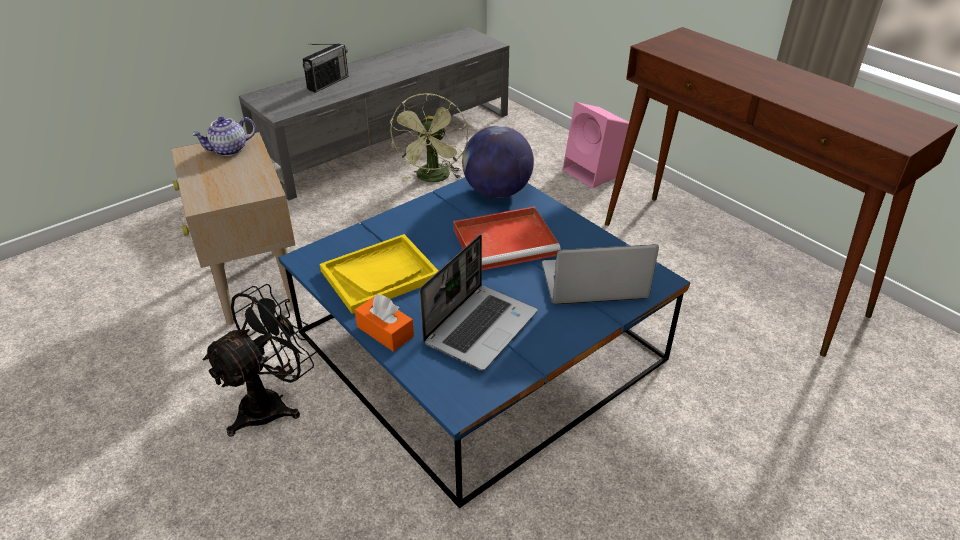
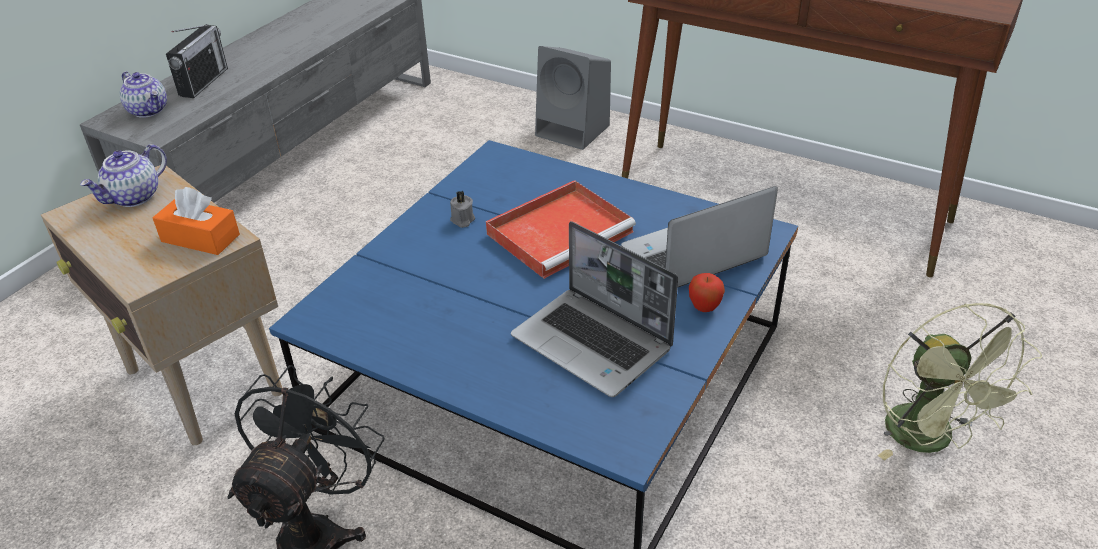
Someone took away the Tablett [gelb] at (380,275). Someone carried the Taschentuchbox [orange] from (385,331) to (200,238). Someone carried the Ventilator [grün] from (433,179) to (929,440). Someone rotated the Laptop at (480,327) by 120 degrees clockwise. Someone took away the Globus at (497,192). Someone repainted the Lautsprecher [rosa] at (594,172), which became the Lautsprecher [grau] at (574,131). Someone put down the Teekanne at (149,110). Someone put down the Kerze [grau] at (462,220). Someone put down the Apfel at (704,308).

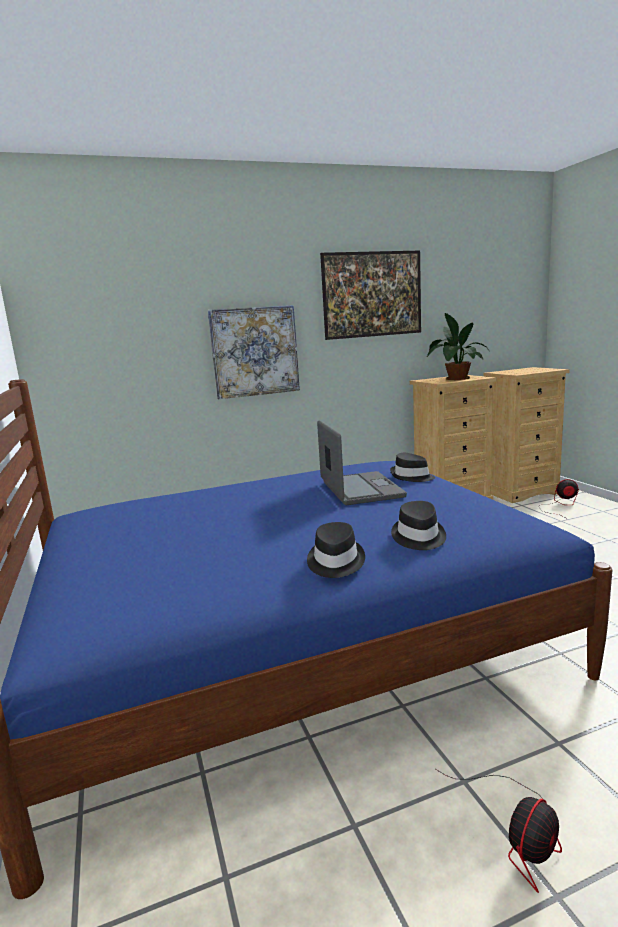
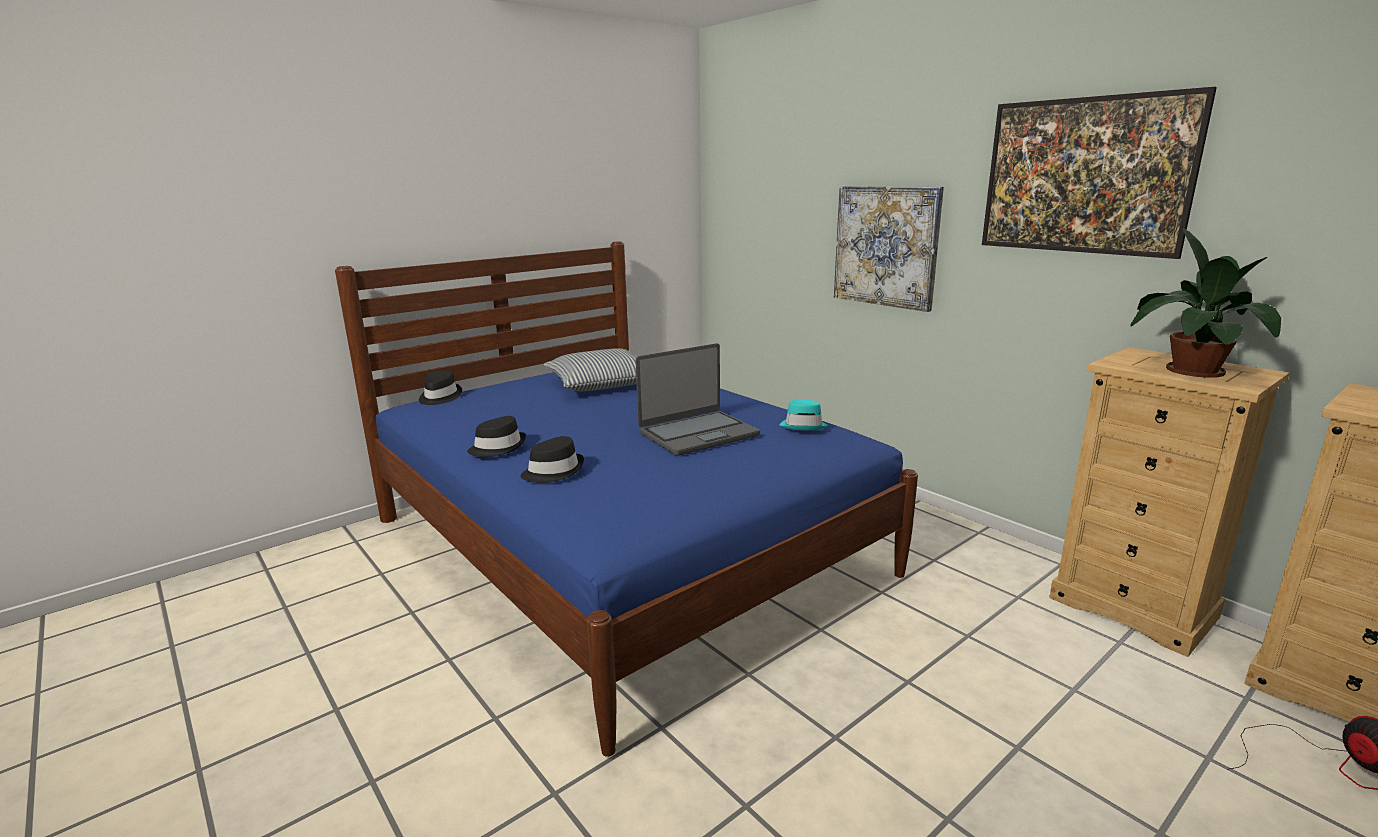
Someone carried the Hut [schwarz] from (411,477) to (439,397). Someone took away the Ventilator at (519,833). Someone put down the Kissen at (601,383). Someone put down the Hut [türkis] at (803,426).

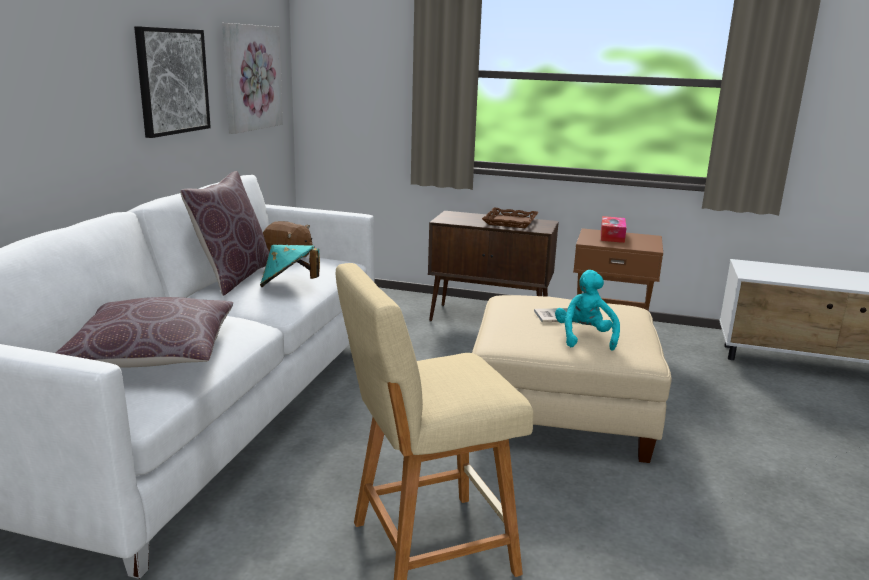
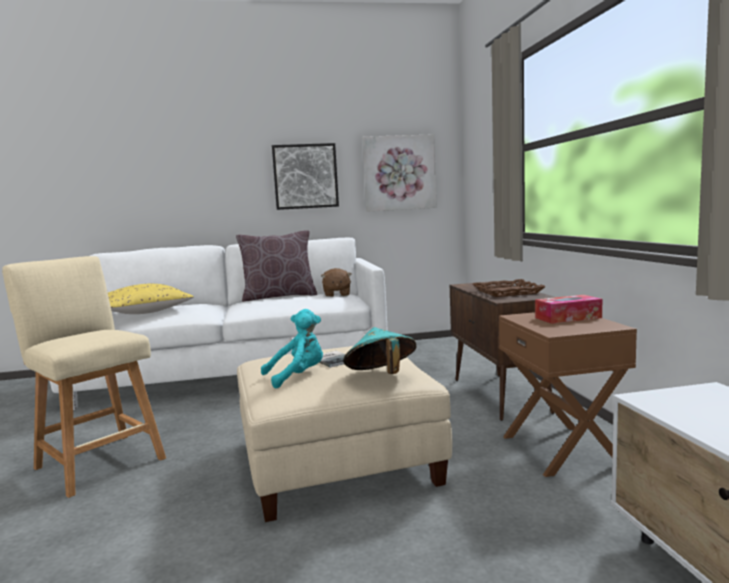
Someone repainted the Kissen [braun] at (153,354), which became the Kissen [gelb] at (144,312). Someone carried the Hut [türkis] from (288,285) to (381,376).

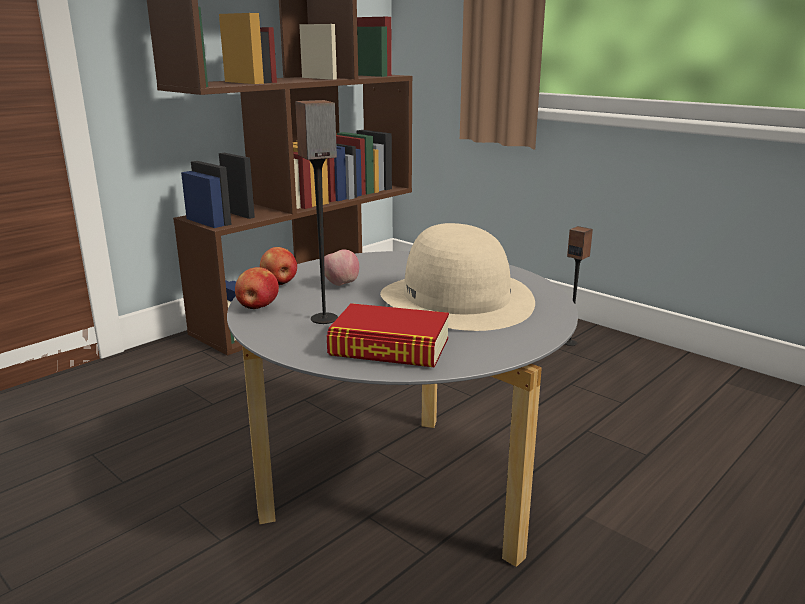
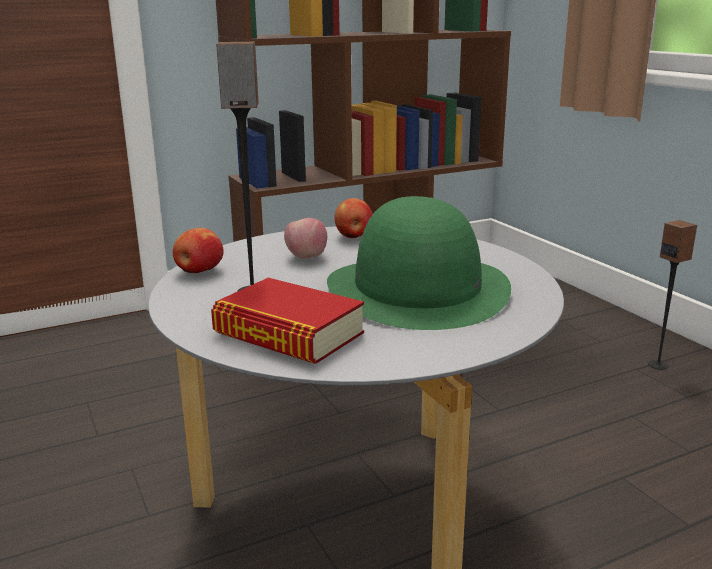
Someone carried the Apfel from (279,283) to (353,237). Someone repainted the Hut [beige] at (457,300), which became the Hut [grün] at (418,289).

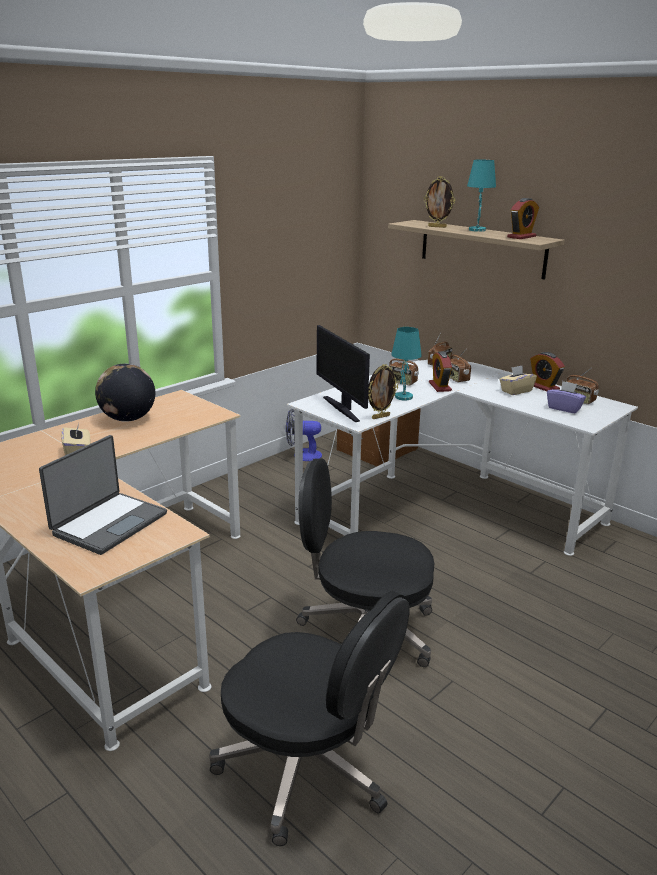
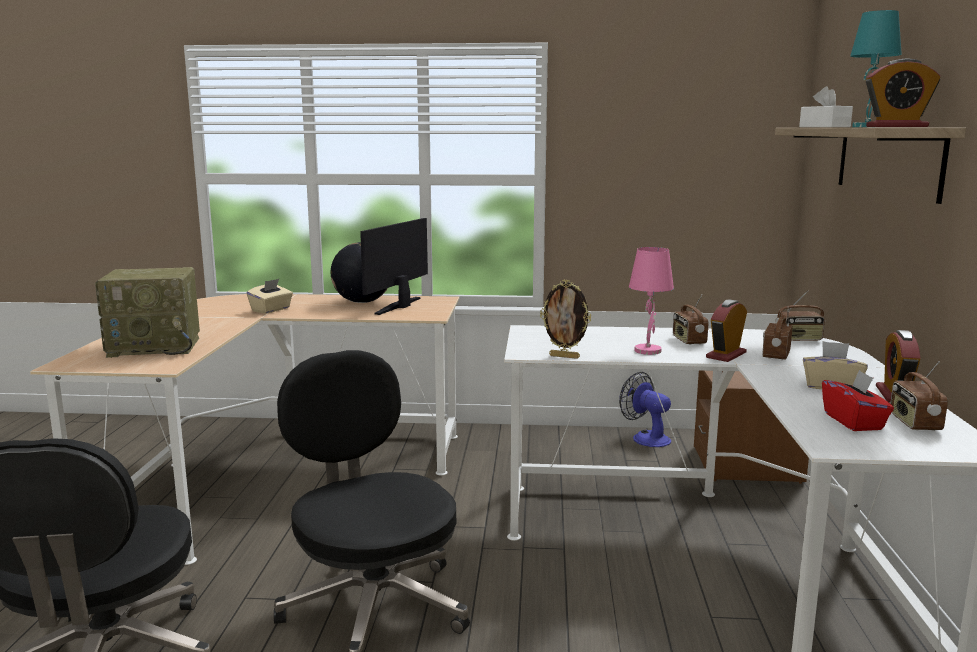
Someone swapped the Laptop at (108,523) for the Radio at (156,347). Someone carried the Monitor from (342,408) to (401,306). Someone repainted the Tischlampe [türkis] at (403,397), which became the Tischlampe [rosa] at (647,350). Someone swapped the Bilderrahmen at (437,227) for the Taschentuchbox [weiß] at (824,127). Someone repainted the Taschentuchbox [lila] at (564,408), which became the Taschentuchbox [rot] at (854,422).

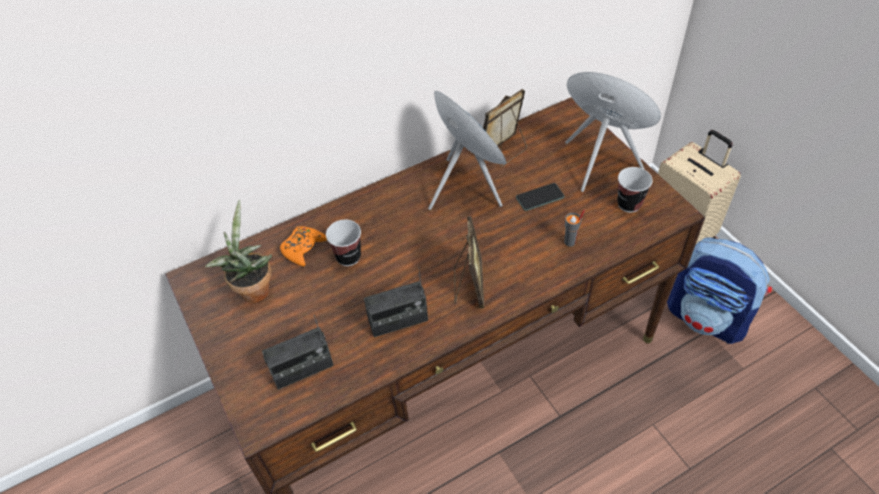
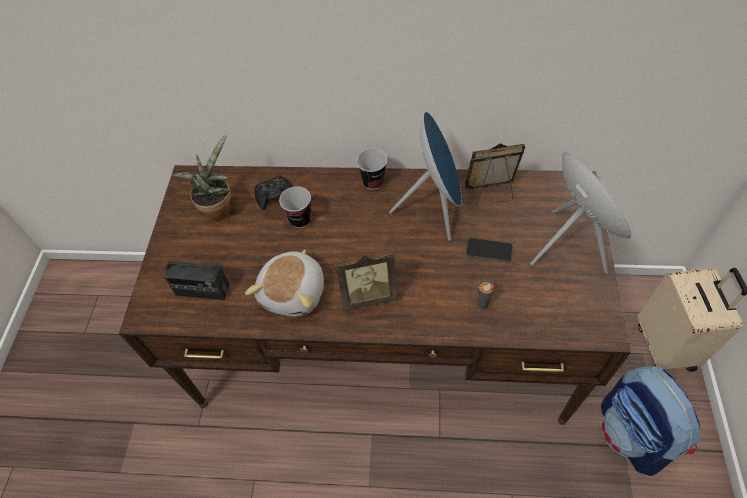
Someone repainted the Gamepad [orange] at (303,248), which became the Gamepad [schwarz] at (274,195). Someone swapped the Radio at (398,321) for the Plüschtier at (295,292). Someone rotated the Bilderrahmen at (468,286) by 45 degrees clockwise. Someone carried the Tasse from (629,204) to (373,182).

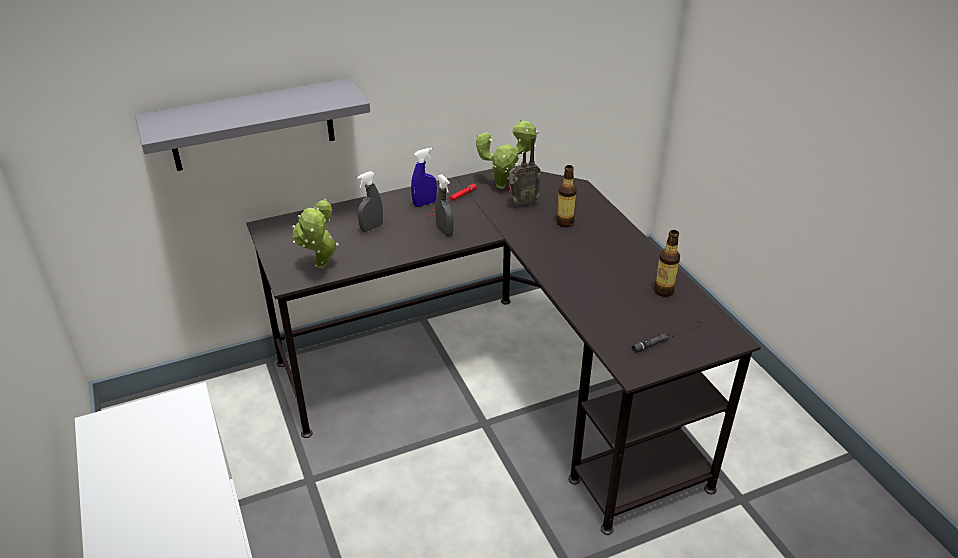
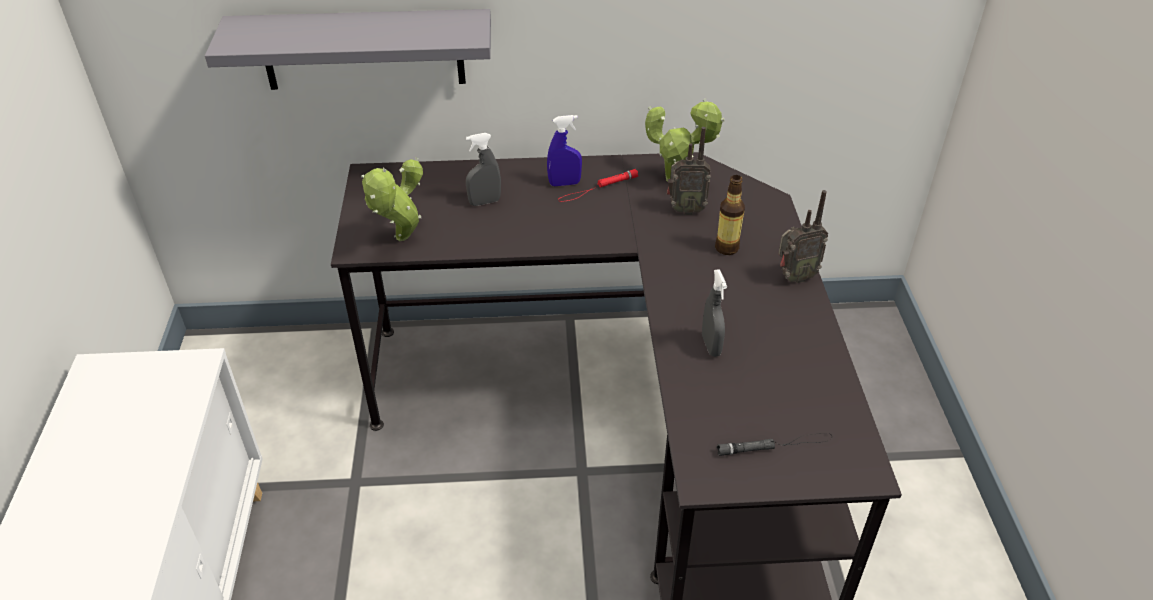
Someone carried the Sprühflasche [grau] from (444,231) to (711,345). Someone took away the Flasche at (663,291). Someone put down the Radio at (794,277).

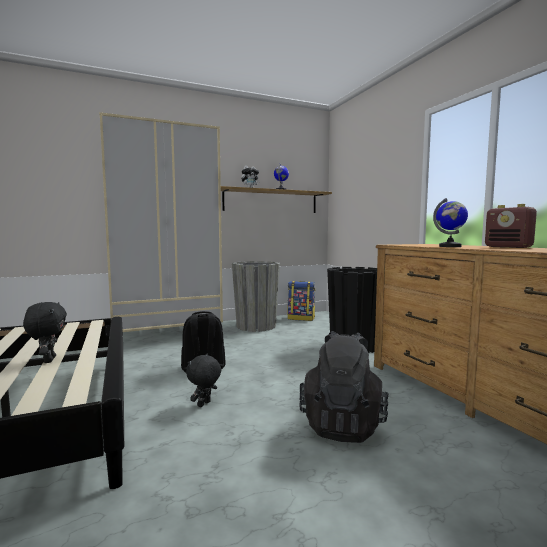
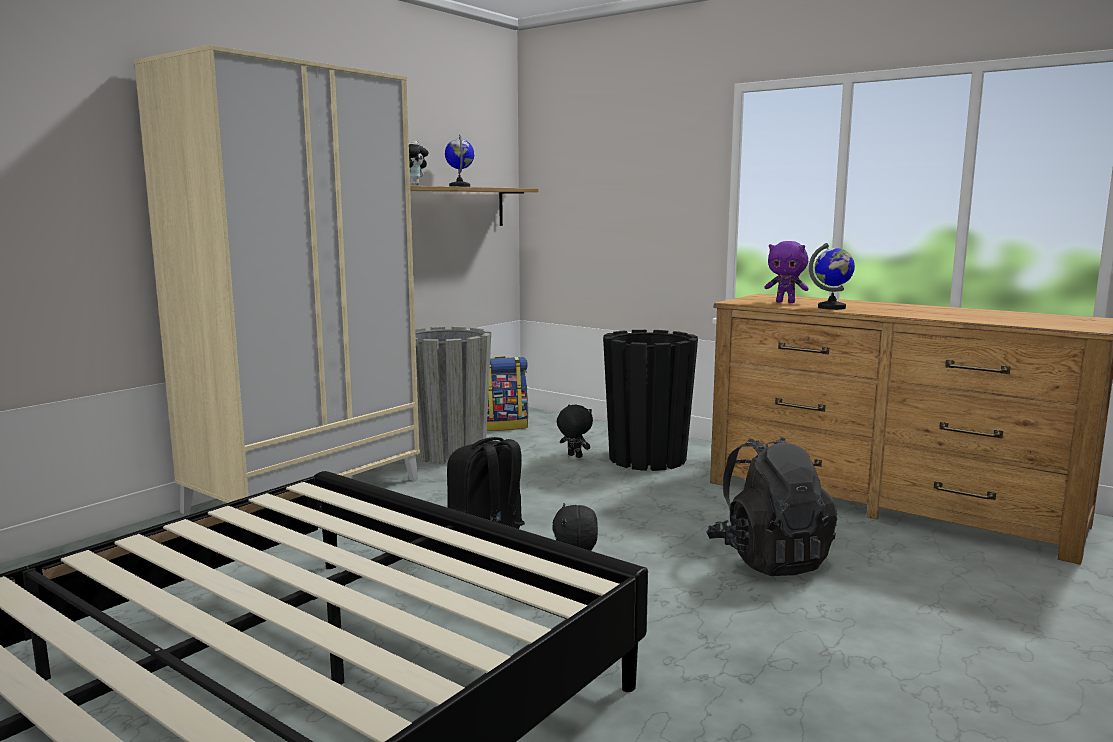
Someone carried the Plüschtier [schwarz] from (48,360) to (574,456). Someone took away the Radio at (508,247). Someone put down the Plüschtier [lila] at (786,302).

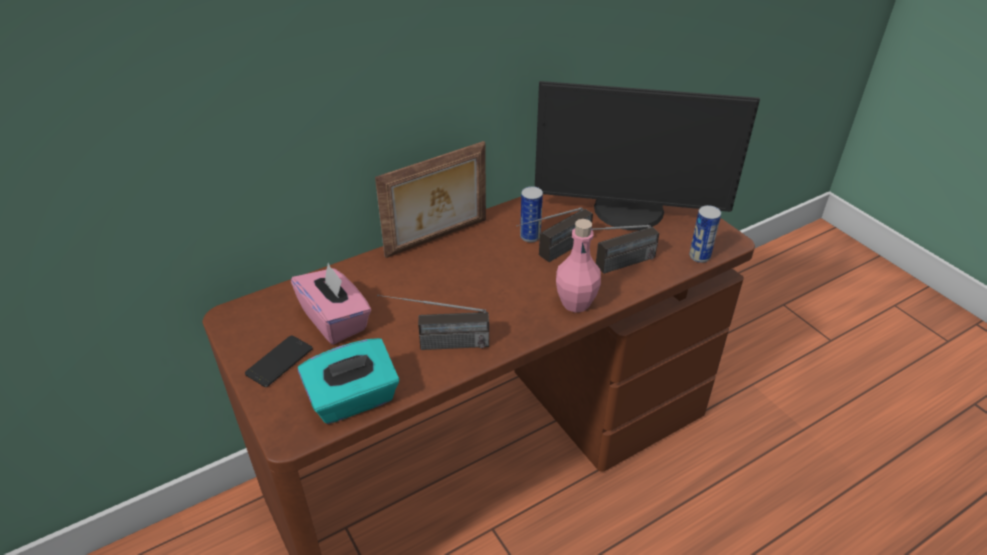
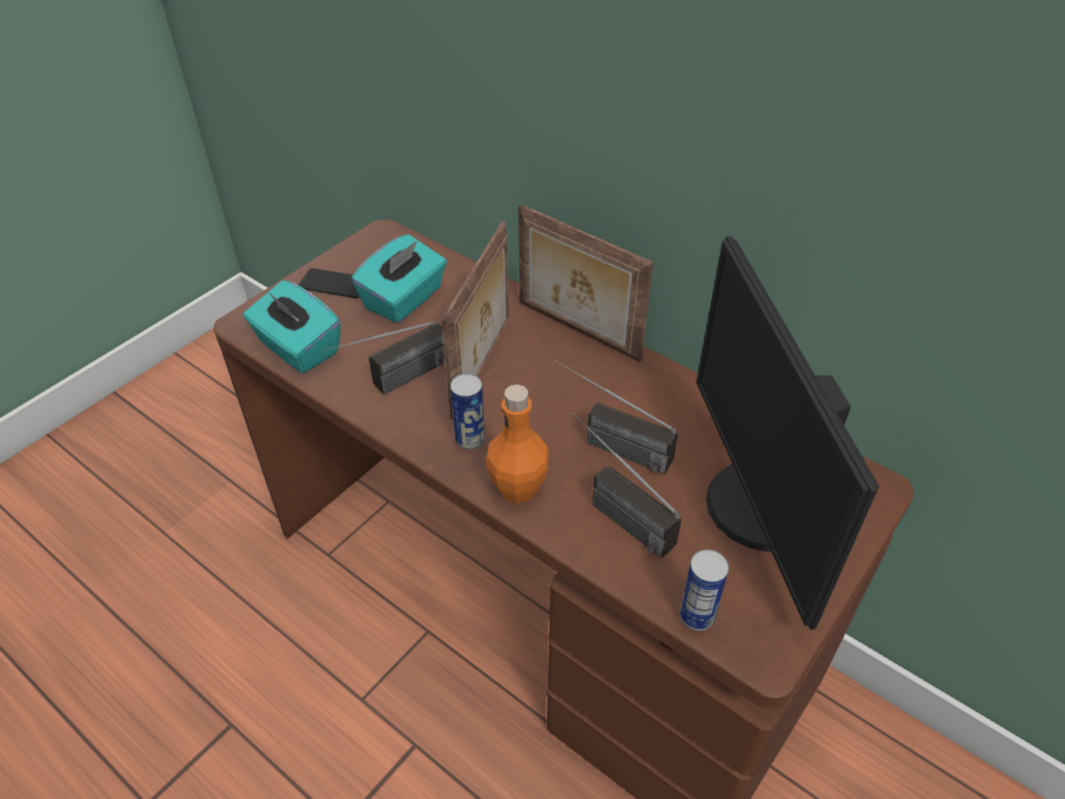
Someone repainted the Taschentuchbox [rosa] at (335,320), which became the Taschentuchbox [türkis] at (404,299). Someone rotated the Radio at (436,344) by 105 degrees counterclockwise. Someone carried the Dose from (530,236) to (470,439). Someone repainted the Flasche [rosa] at (576,303), which became the Flasche [orange] at (518,488). Someone put down the Bilderrahmen at (483,366).

